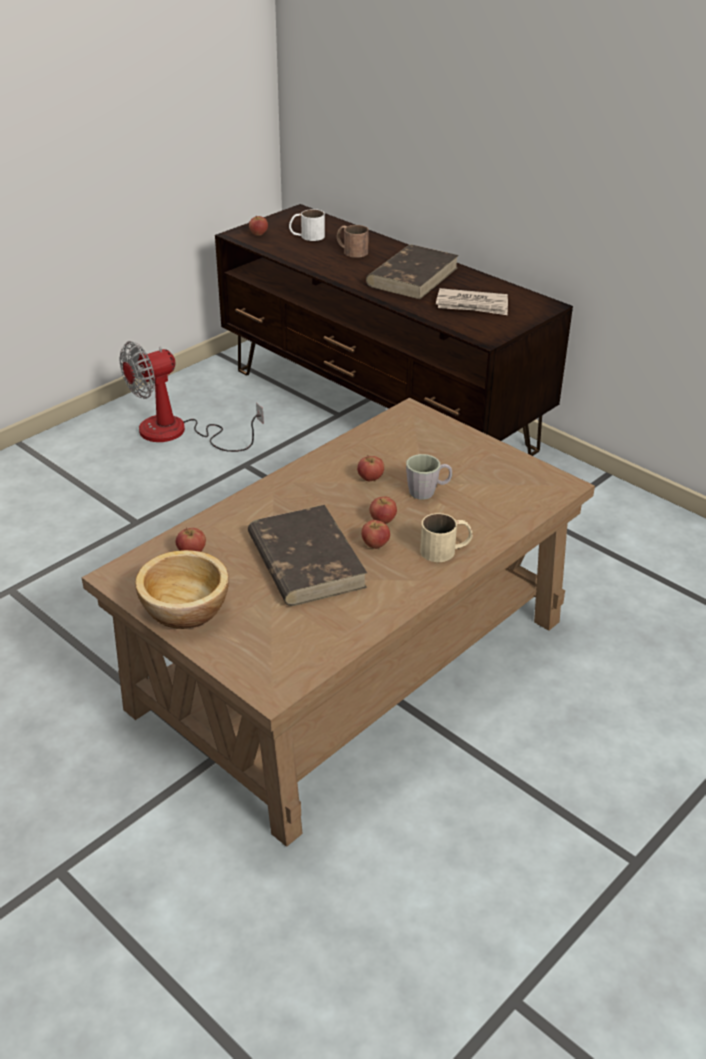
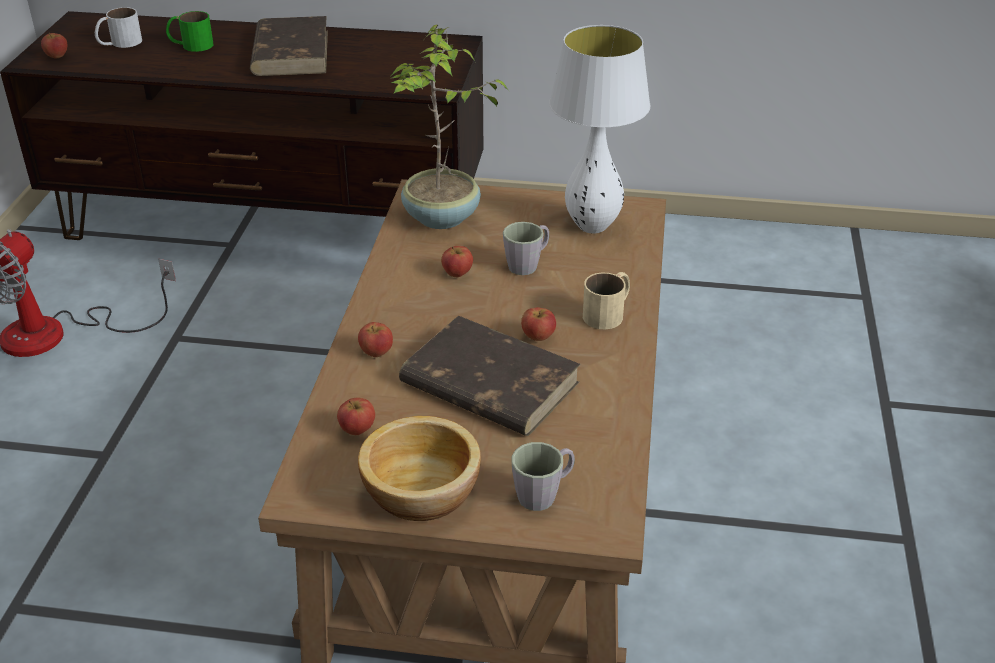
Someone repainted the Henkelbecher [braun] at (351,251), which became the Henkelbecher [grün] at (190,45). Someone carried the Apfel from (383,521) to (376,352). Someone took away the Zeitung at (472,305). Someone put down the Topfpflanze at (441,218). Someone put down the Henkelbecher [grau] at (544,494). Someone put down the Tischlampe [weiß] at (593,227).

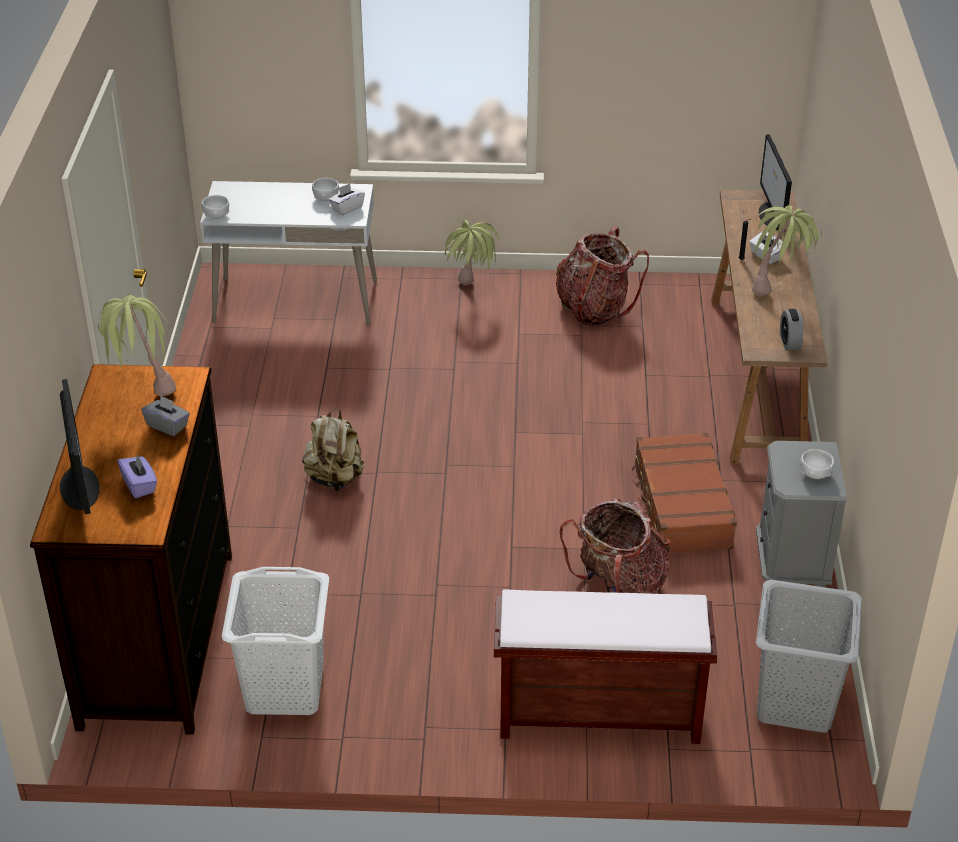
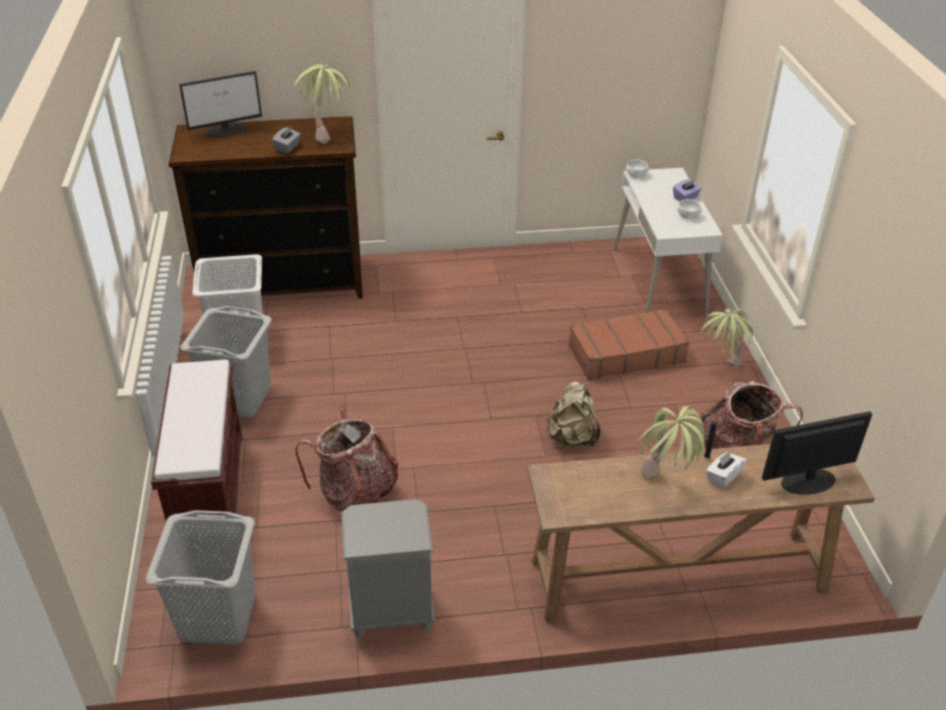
Someone carried the Taschentuchbox [lila] from (139,485) to (685,198). Someone carried the Rucksack [beige] from (335,478) to (572,437). Someone took away the Taschentuchbox [weiß] at (347,208). Someone carried the Koffer [braun] from (681,506) to (625,354). Someone took away the Wecker at (789,342). Someone took away the Schüssel [weiß] at (815,474). Someone put down the Wäschekorb [grau] at (239,398).

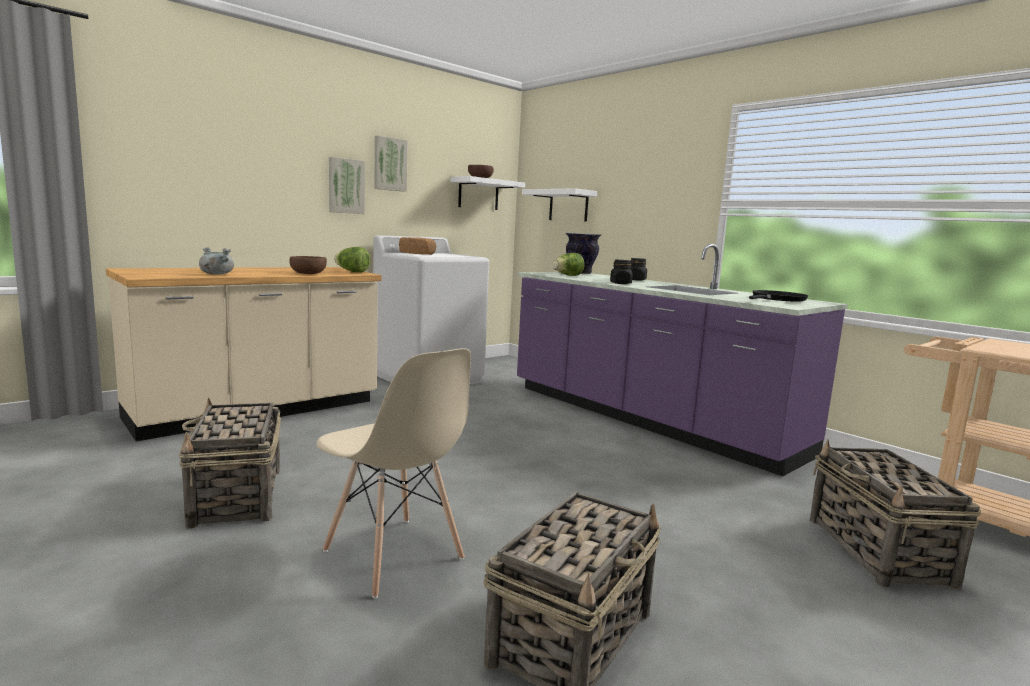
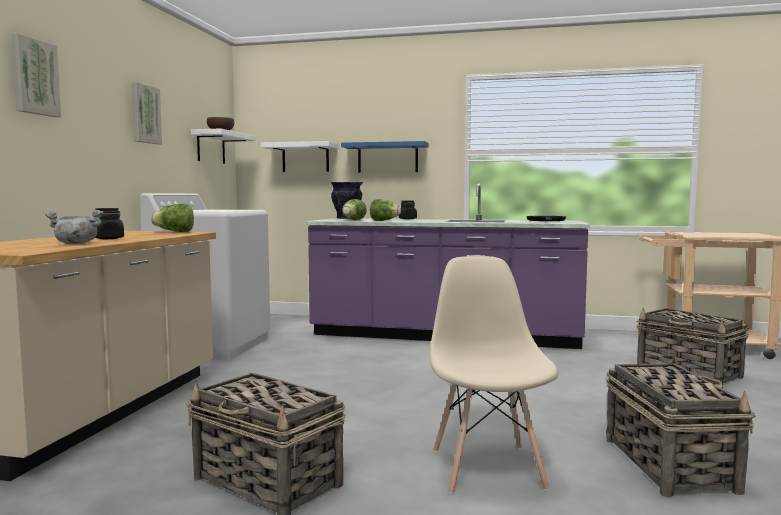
Someone took away the Schüssel [braun] at (308,273). Someone rotated the Stuhl [beige] at (394,556) by 105 degrees counterclockwise. Someone carried the Bild from (345,186) to (34,77). Someone took away the Brot at (418,254). Someone carried the Vorratsglas [schwarz] from (620,283) to (108,238). Someone put up the Wandregal [blau] at (387,158). Someone put down the Salatkopf at (384,221).

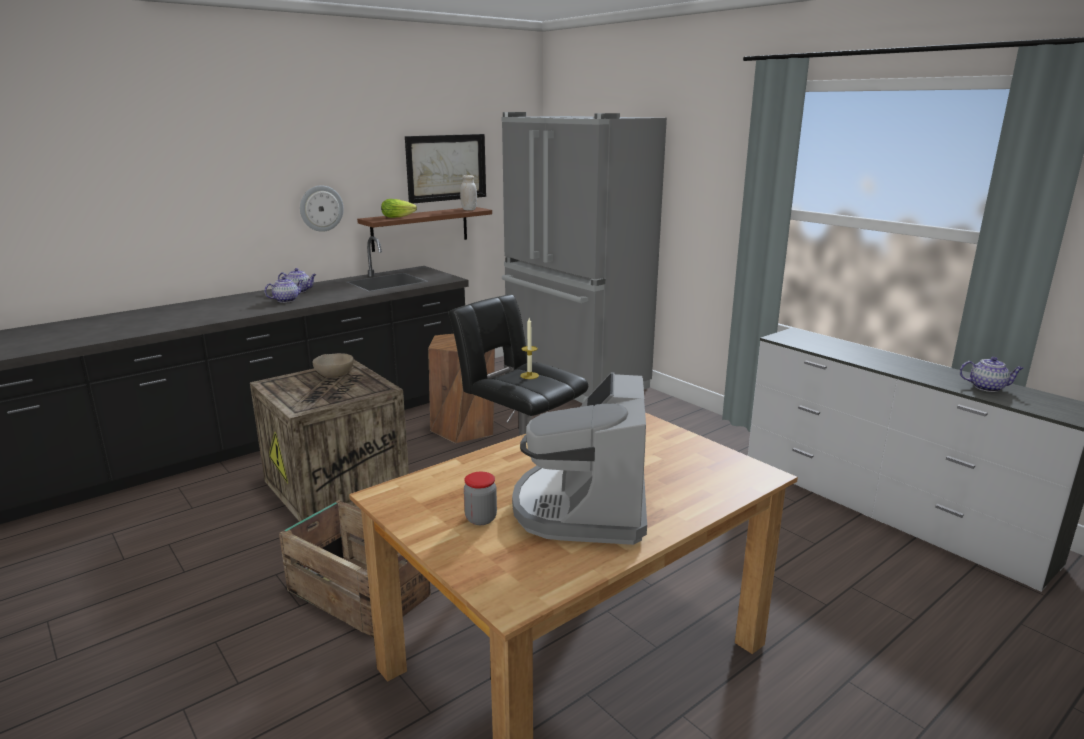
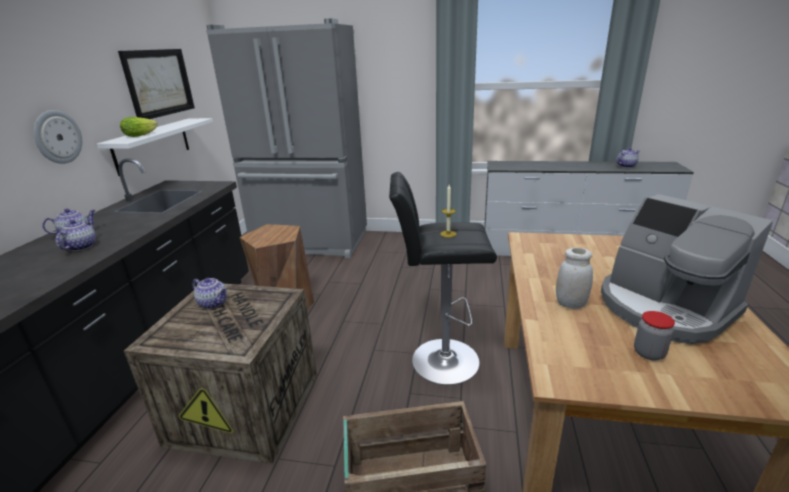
Someone swapped the Schüssel [beige] at (335,375) for the Teekanne at (214,303). Someone repainted the Wandregal [braun] at (420,228), which became the Wandregal [weiß] at (152,145). Someone carried the Vorratsglas [weiß] from (469,210) to (570,304).

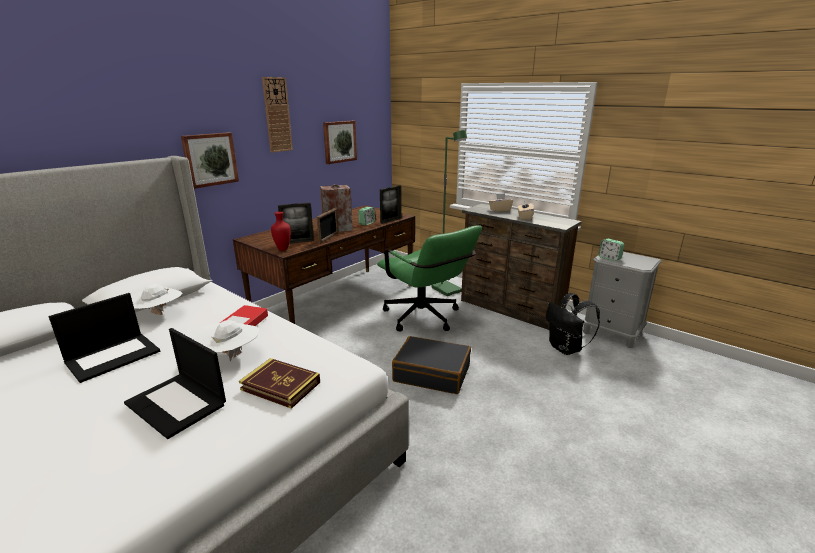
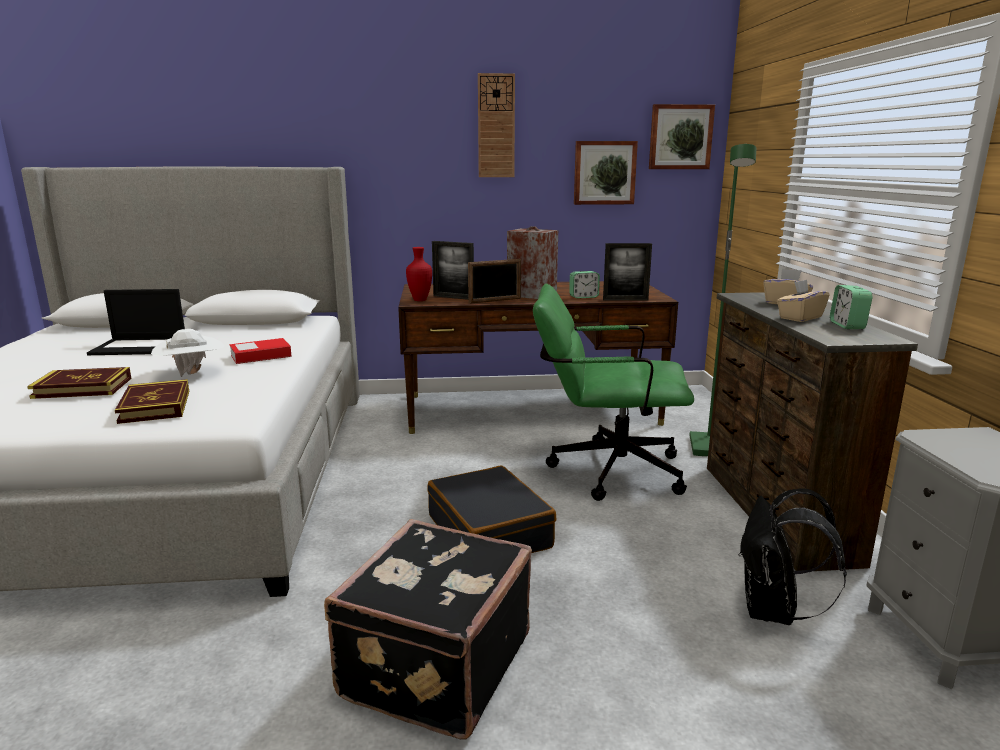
Someone swapped the Laptop at (177,404) for the Buch at (83,388). Someone took away the Hut [weiß] at (159,315). Someone carried the Bild from (210,159) to (680,137). Someone rotated the Bürostuhl [grün] at (425,319) by 90 degrees clockwise. Someone carried the Wecker from (609,258) to (847,325). Someone put down the Koffer [schwarz] at (433,665).

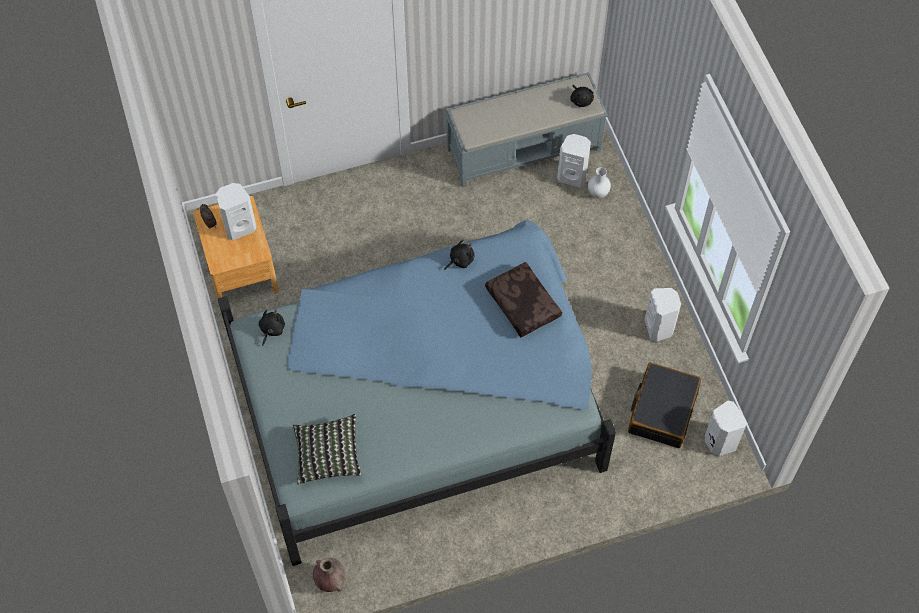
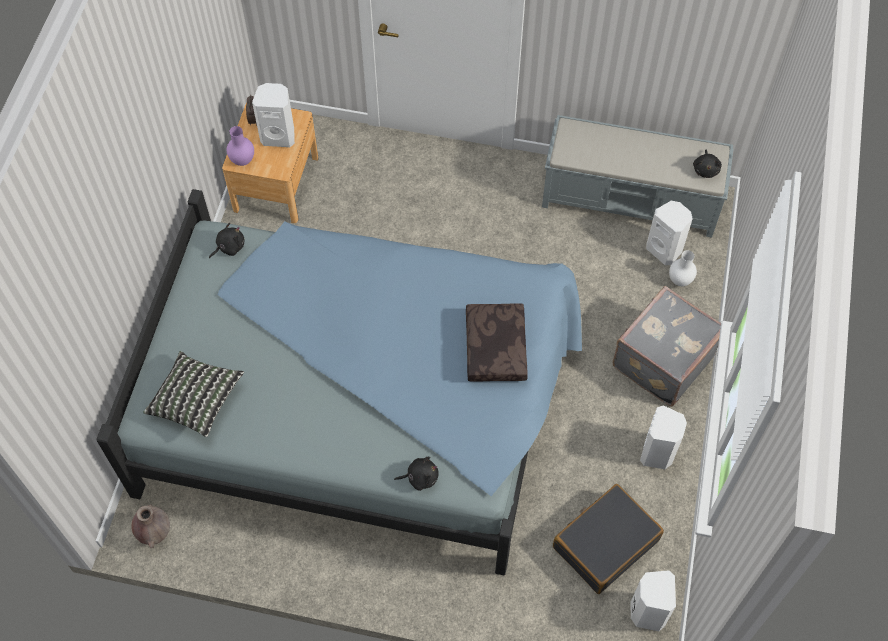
Someone carried the Plüschtier [schwarz] from (460,260) to (420,477). Someone put down the Vase [lila] at (243,161). Someone put down the Koffer [grau] at (661,360).

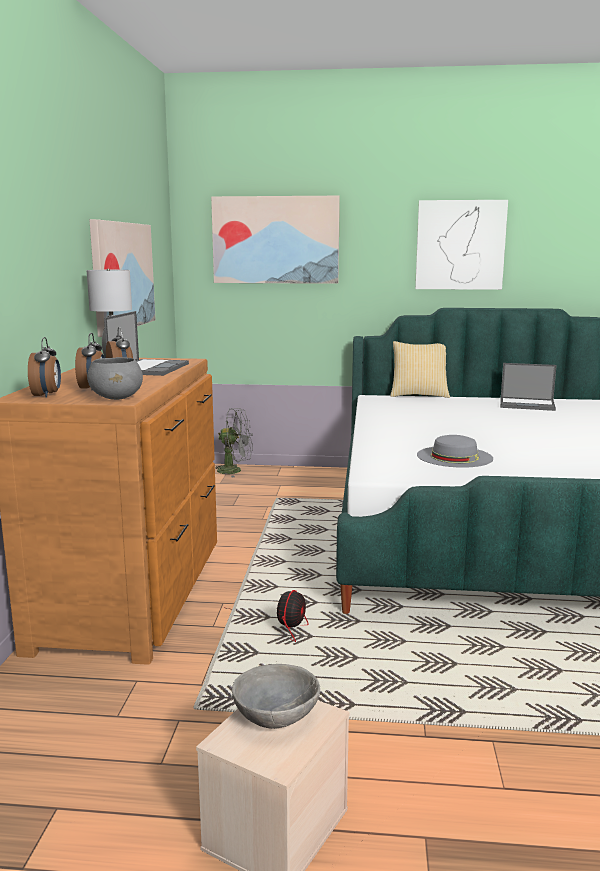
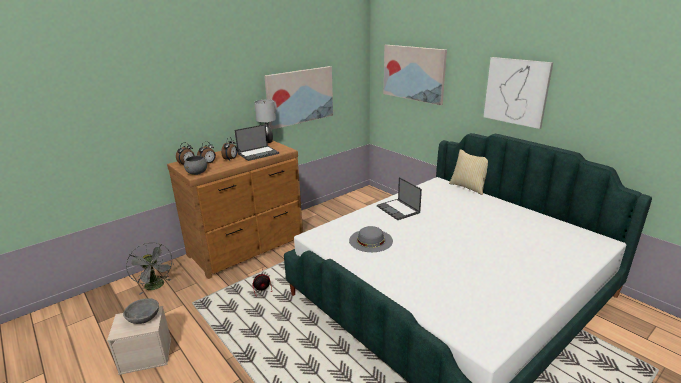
Someone carried the Ventilator [grau] from (235,471) to (156,286). Someone carried the Laptop from (527,405) to (398,209).

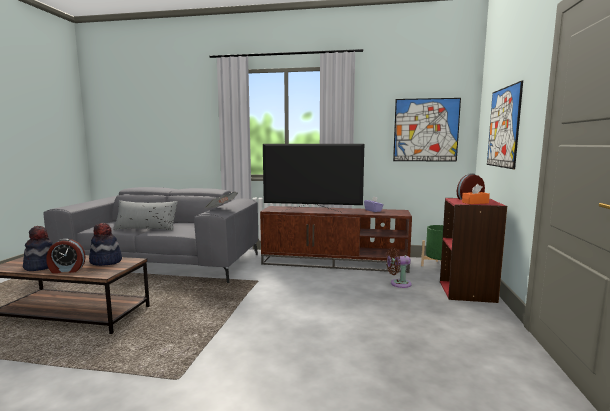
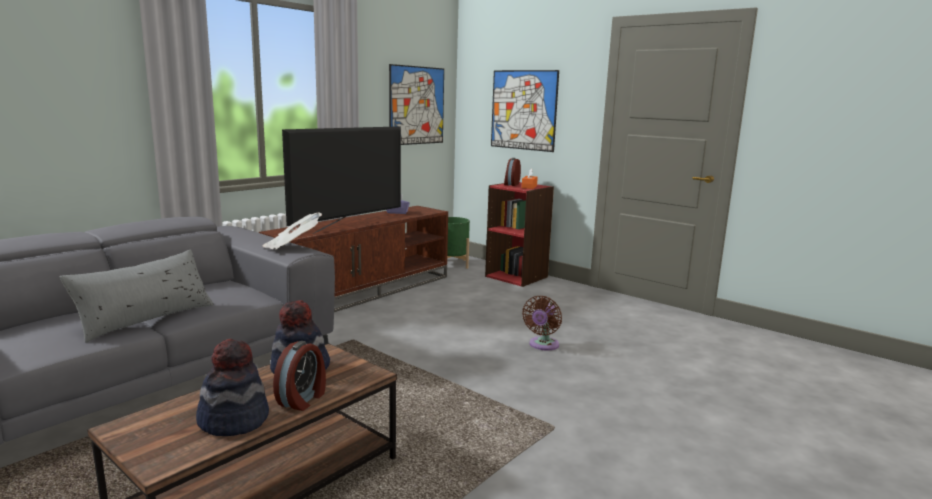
Someone carried the Ventilator [braun] from (398,284) to (542,345).

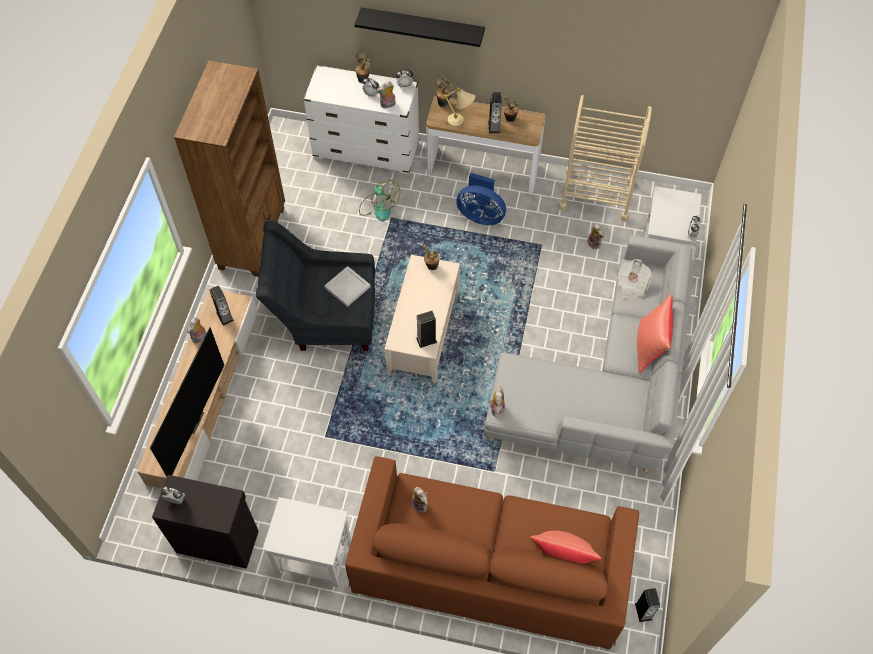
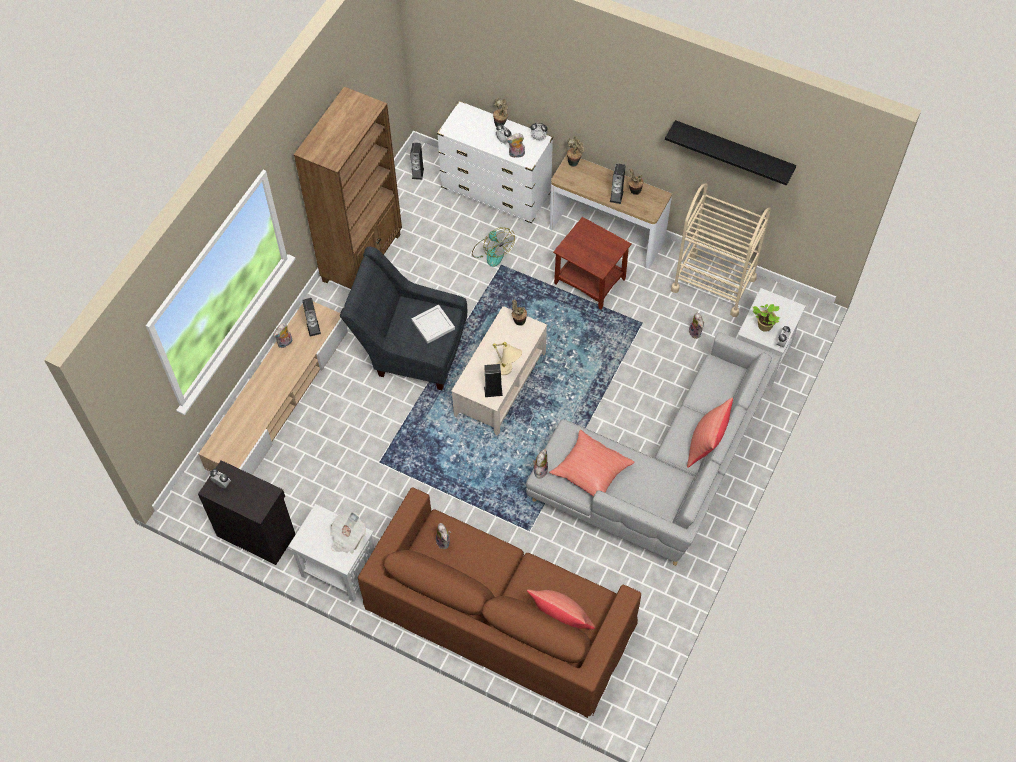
Someone took away the Fernseher at (191,420). Someone carried the Wandregal [schwarz] from (422,26) to (733,151). Someone carried the Tischlampe [beige] from (461,122) to (508,372). Someone swapped the Ventilator [blau] at (480,215) for the Beistelltisch [braun] at (590,280). Someone carried the Zeitung from (632,285) to (347,537). Someone carried the Lautsprecher from (643,611) to (418,173). Someone put down the Kissen [rot] at (590,472). Someone put down the Topfpflanze at (763,326).

